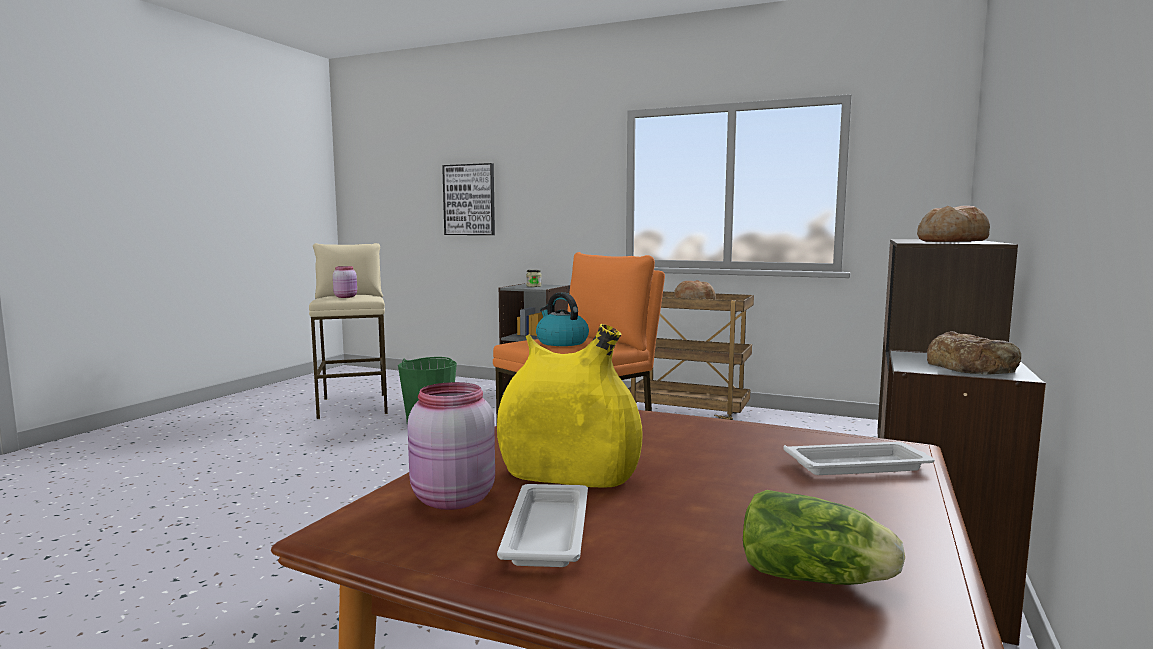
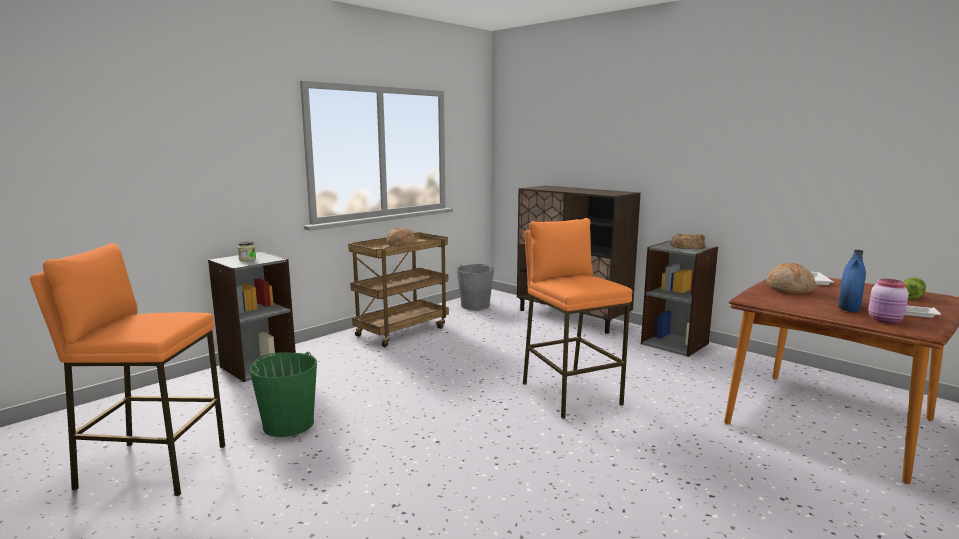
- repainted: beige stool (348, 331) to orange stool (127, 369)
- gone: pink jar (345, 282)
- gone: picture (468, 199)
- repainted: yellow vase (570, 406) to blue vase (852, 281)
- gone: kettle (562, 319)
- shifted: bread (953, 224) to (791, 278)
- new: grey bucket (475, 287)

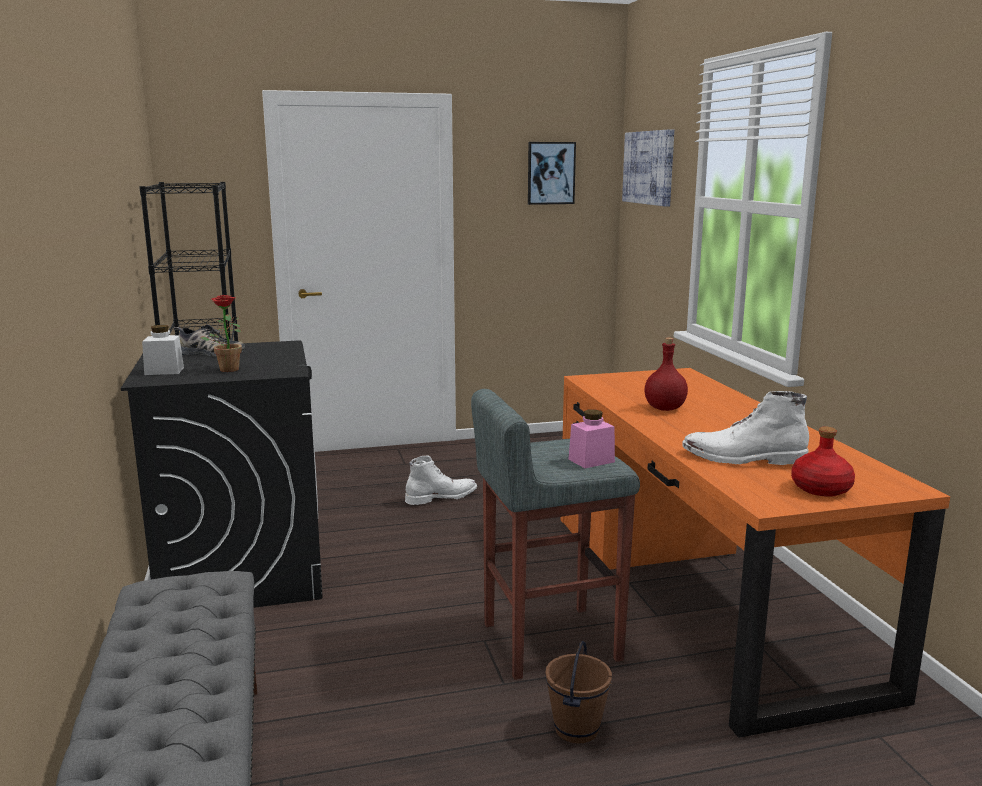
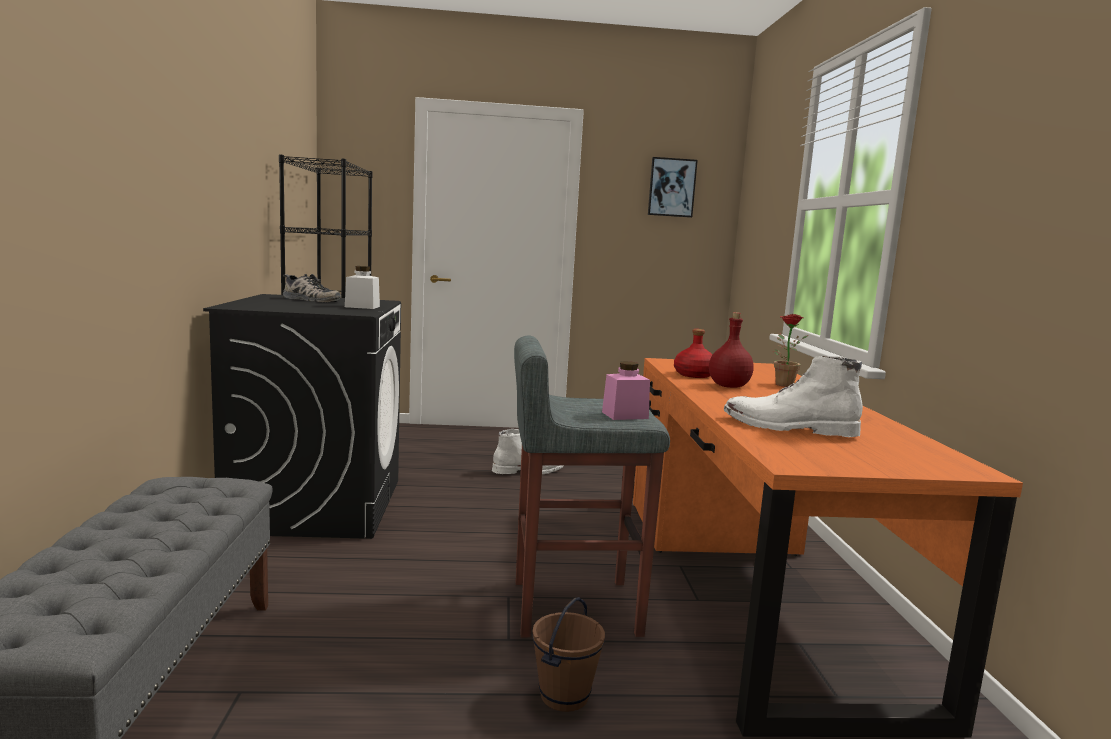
- shifted: white jar (163, 350) to (362, 287)
- shifted: potted plant (221, 333) to (790, 350)
- gone: picture (648, 167)
- shifted: red bottle (823, 462) to (693, 353)

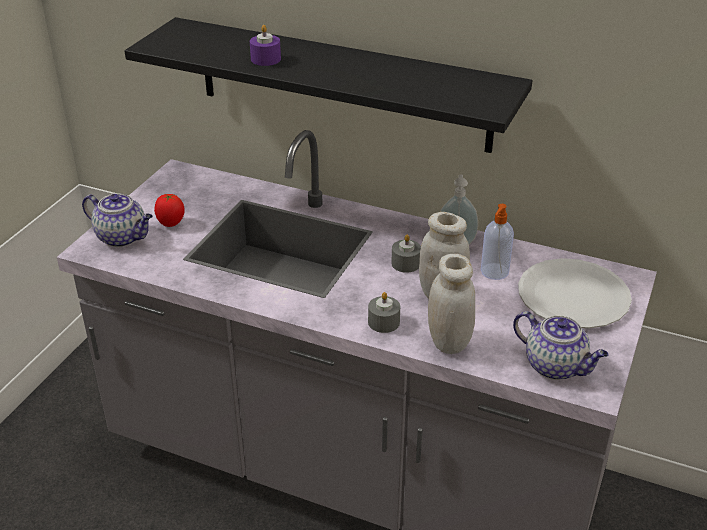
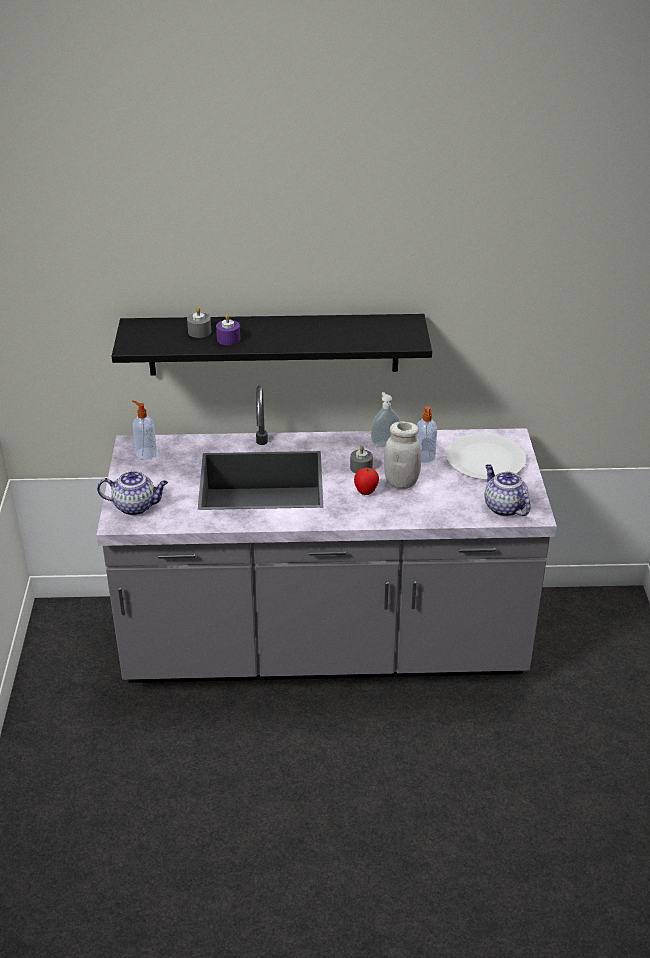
- shifted: tomato (169, 210) to (366, 481)
- shifted: grey candle (384, 312) to (199, 322)
- gone: white jar (451, 304)
- rotated: teapot (561, 345) = (507, 490) 135 degrees counterclockwise
- new: soap dispenser (144, 429)

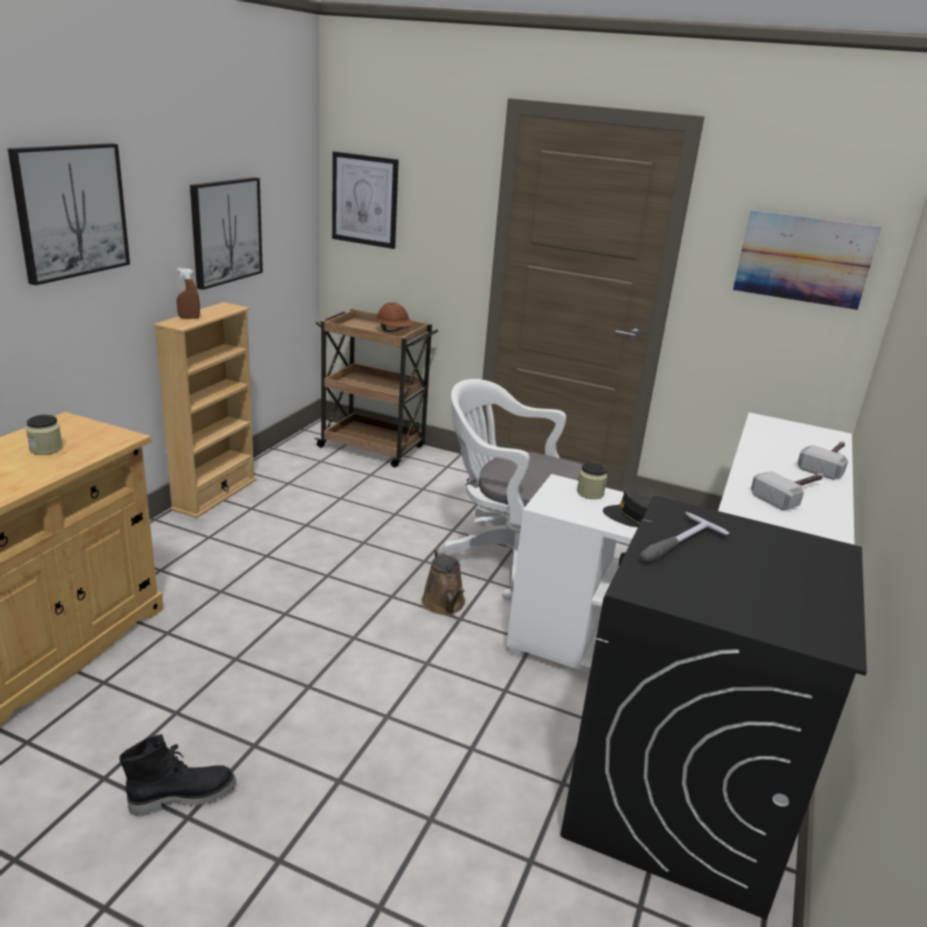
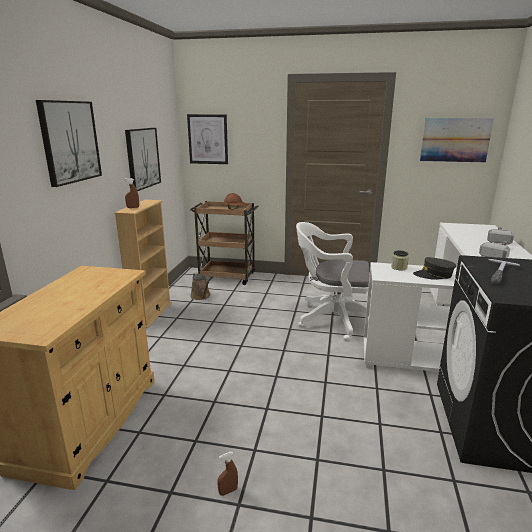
- gone: jar (44, 435)
- swapped: black boot (178, 775) to brown spray bottle (227, 474)
- shifted: brown watering can (443, 581) to (200, 286)

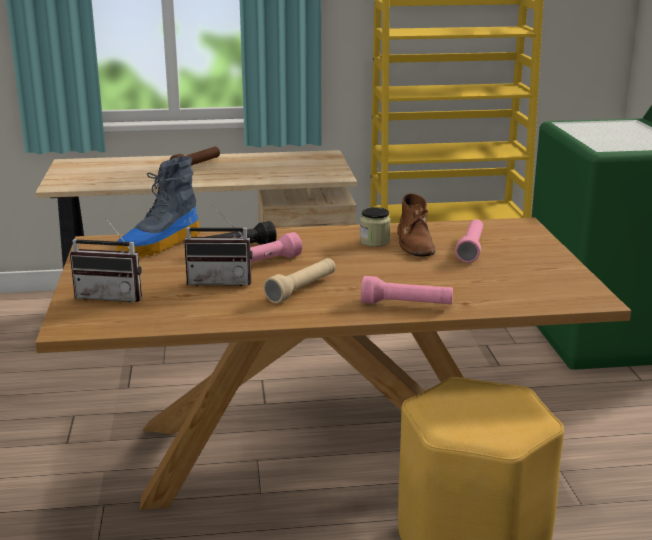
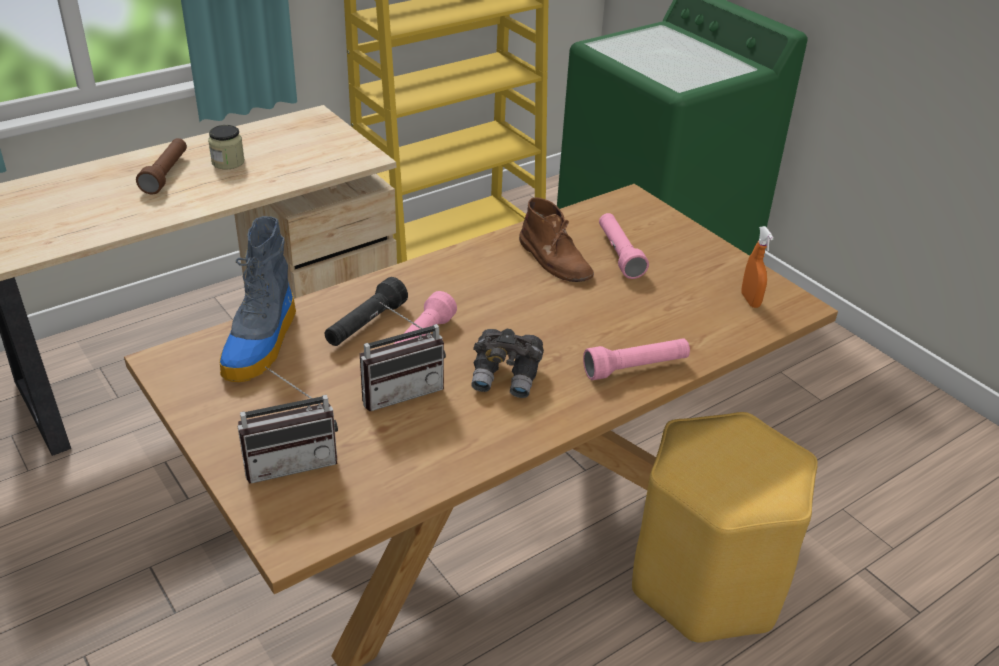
- swapped: beige flashlight (300, 281) to grey binoculars (507, 363)
- shifted: jar (375, 227) to (226, 147)
- new: orange spray bottle (757, 267)

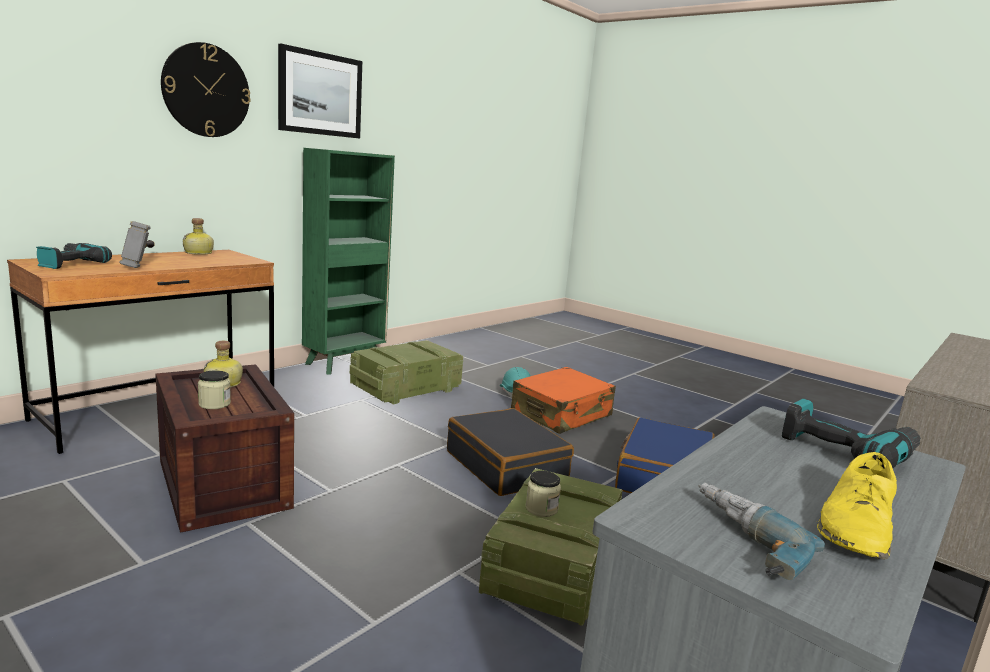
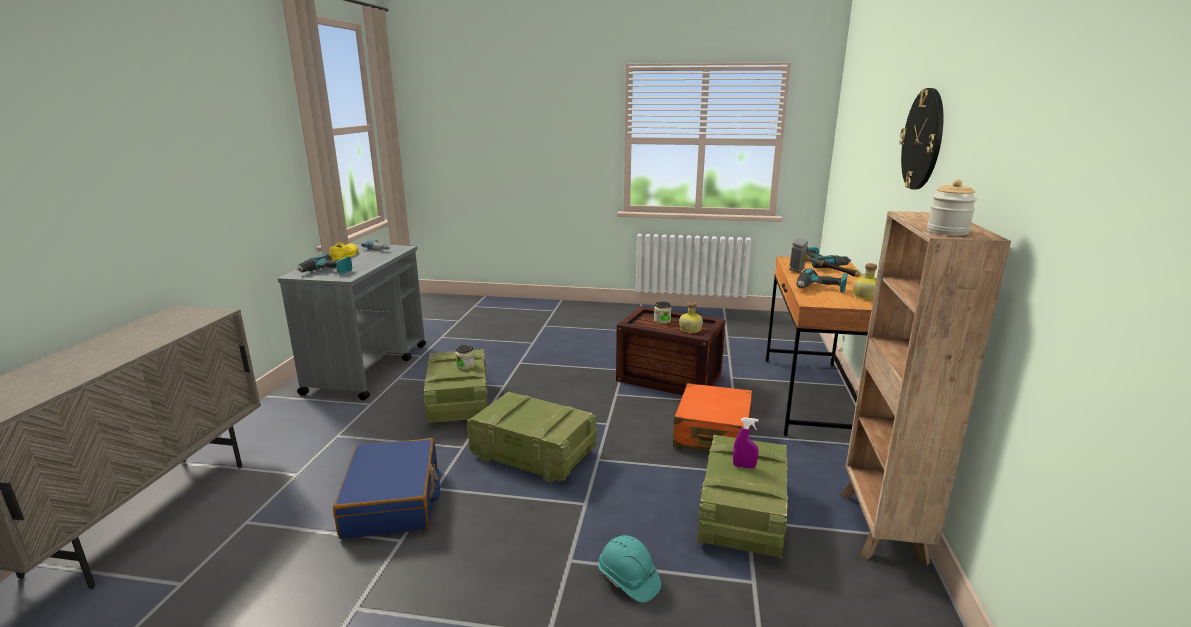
- gone: picture (320, 91)
- repainted: green bookcase (348, 261) to brown bookcase (925, 388)
- swapped: black suitcase (510, 452) to crate (532, 437)
- shifted: orange suitcase (563, 400) to (712, 417)
- new: purple spray bottle (746, 443)
- new: power drill (822, 280)
- new: jar (952, 207)

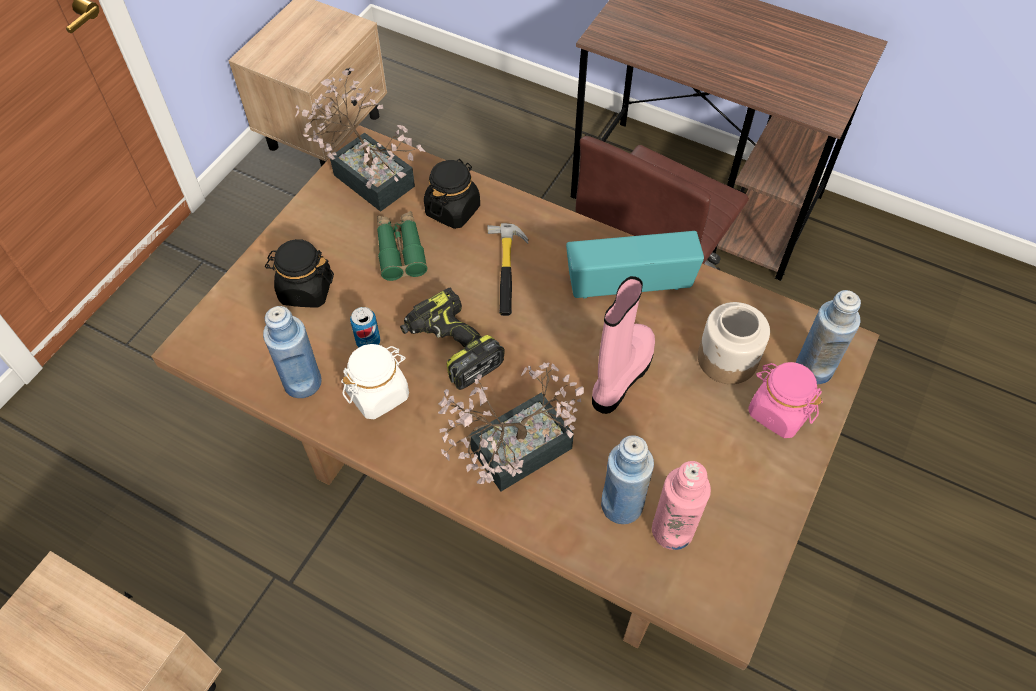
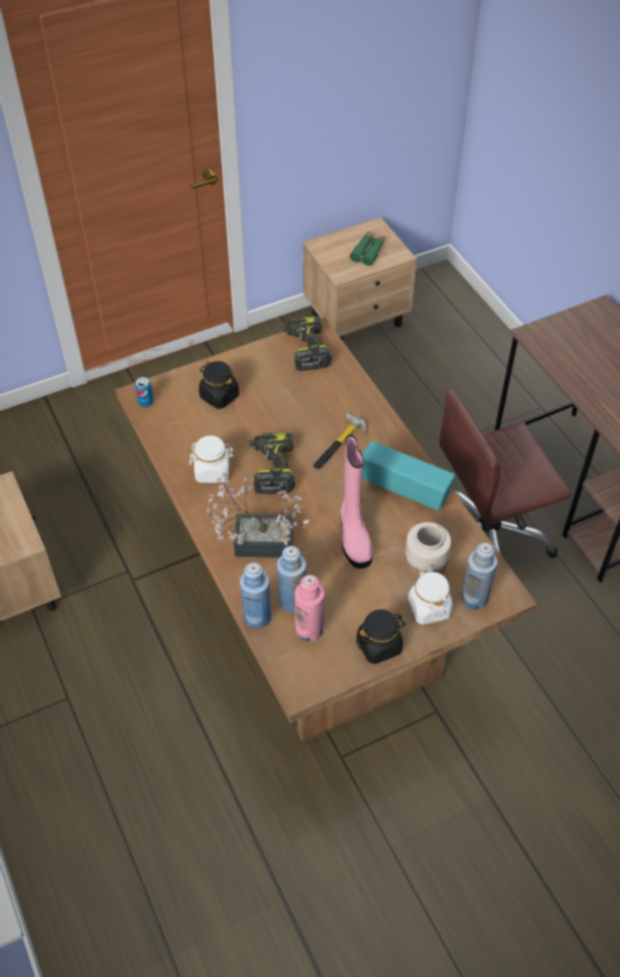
- shifted: blue bottle (292, 352) to (255, 595)
- swapped: potted plant (360, 140) to power drill (306, 343)
- shifted: can (365, 327) to (144, 392)
- shifted: green binoculars (402, 246) to (367, 248)
- shifted: black jar (452, 194) to (381, 636)
- rotated: pink boot (623, 345) = (356, 502) 105 degrees clockwise
- repainted: pink jar (785, 400) to white jar (430, 597)

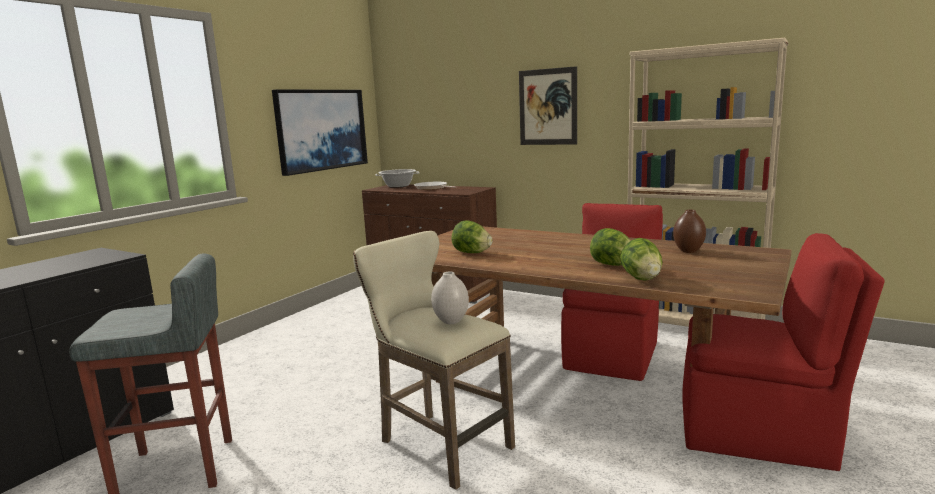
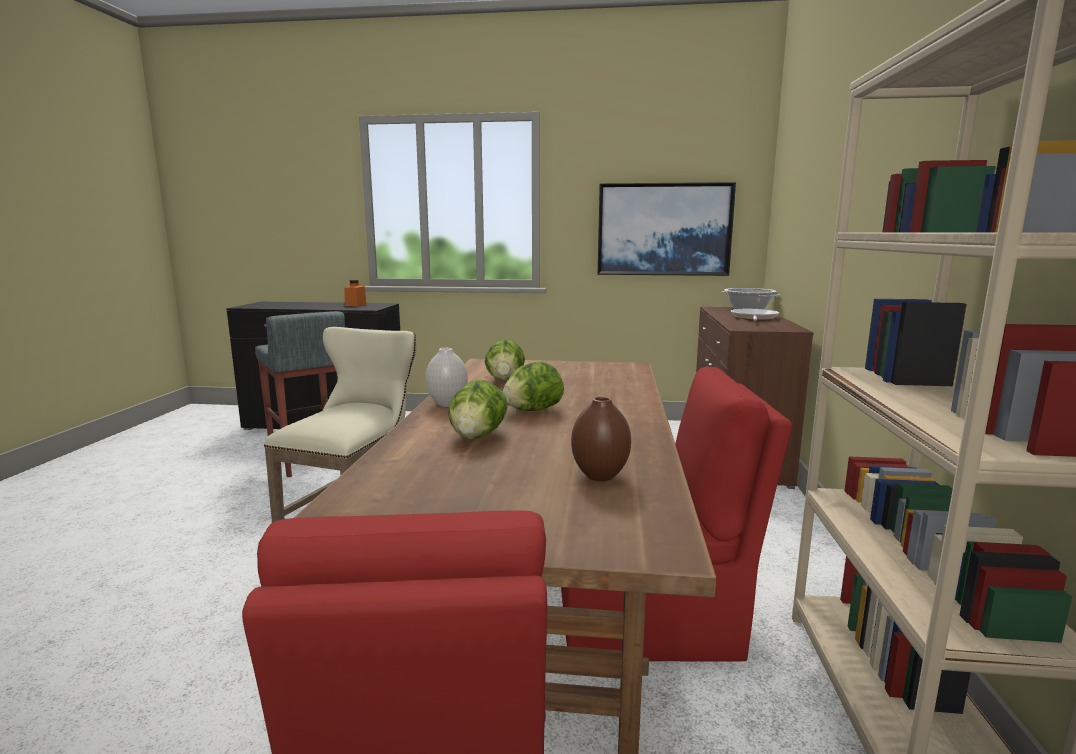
- shifted: white vase (450, 298) to (446, 377)
- gone: picture (548, 105)
- shifted: lettuce (641, 259) to (533, 386)
- new: orange jar (355, 293)

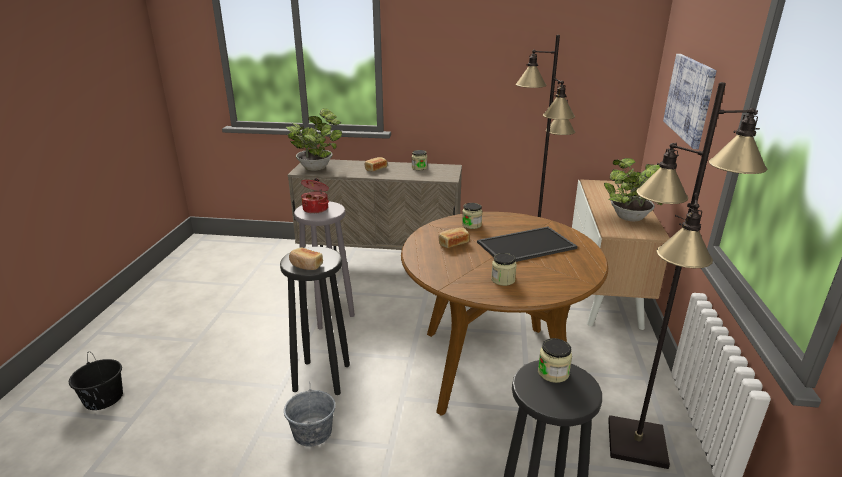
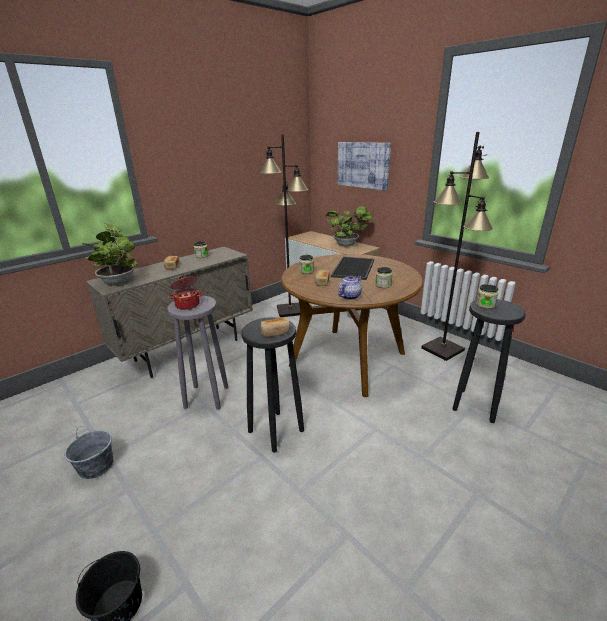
- shifted: grey bucket (309, 418) to (88, 452)
- new: teapot (350, 287)

